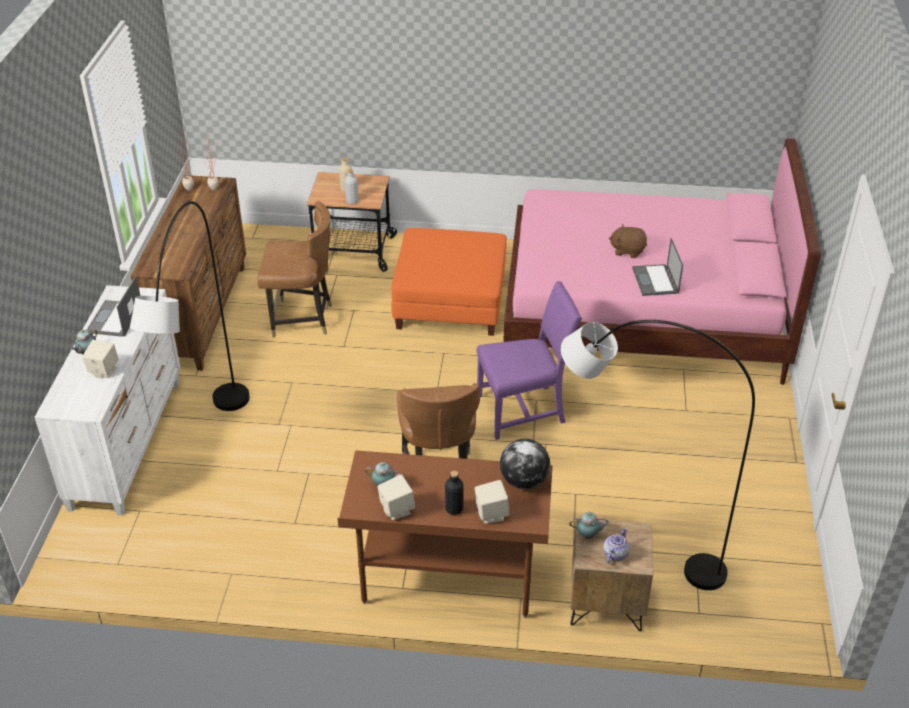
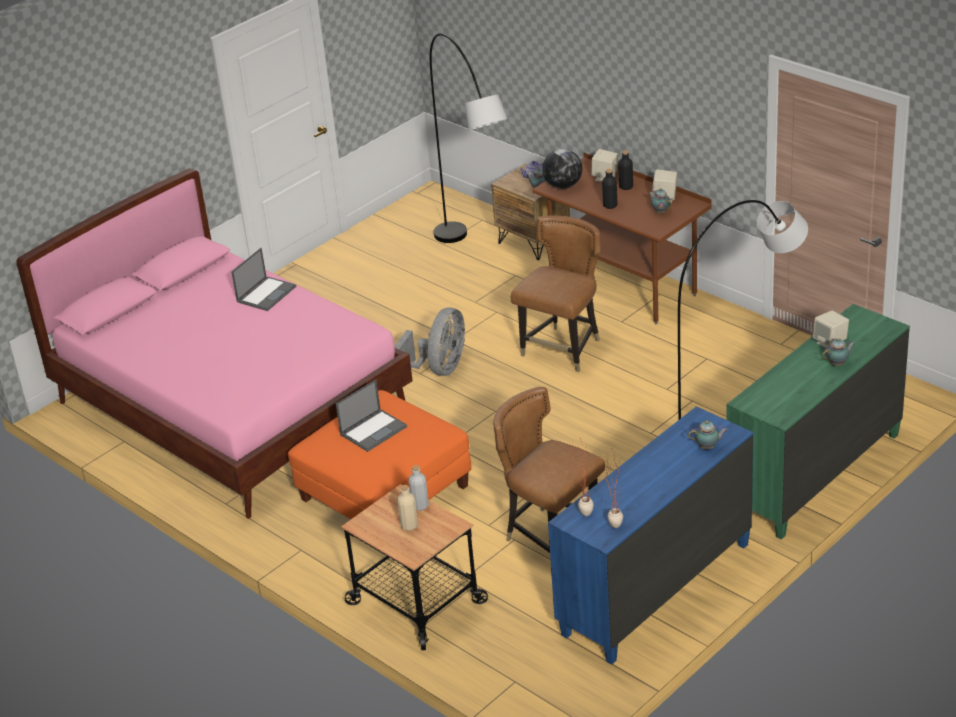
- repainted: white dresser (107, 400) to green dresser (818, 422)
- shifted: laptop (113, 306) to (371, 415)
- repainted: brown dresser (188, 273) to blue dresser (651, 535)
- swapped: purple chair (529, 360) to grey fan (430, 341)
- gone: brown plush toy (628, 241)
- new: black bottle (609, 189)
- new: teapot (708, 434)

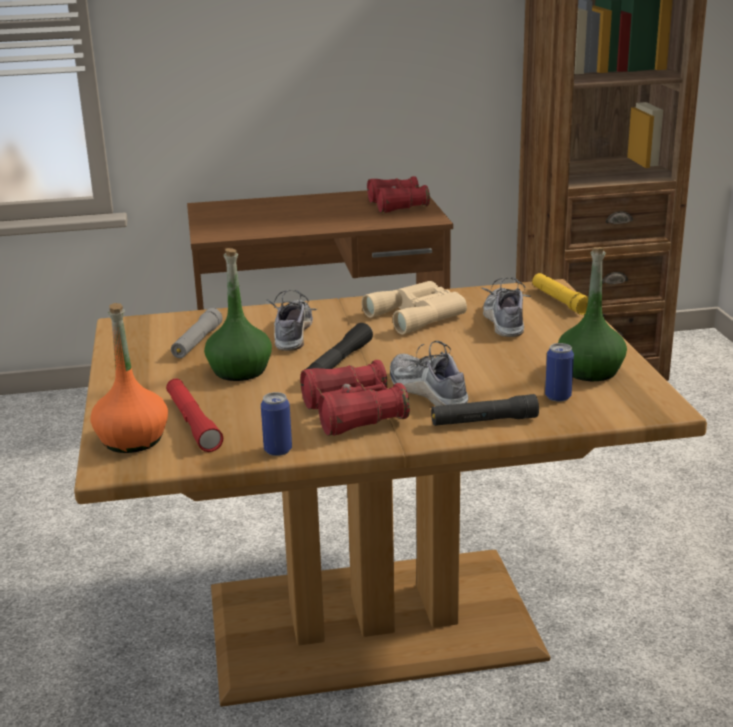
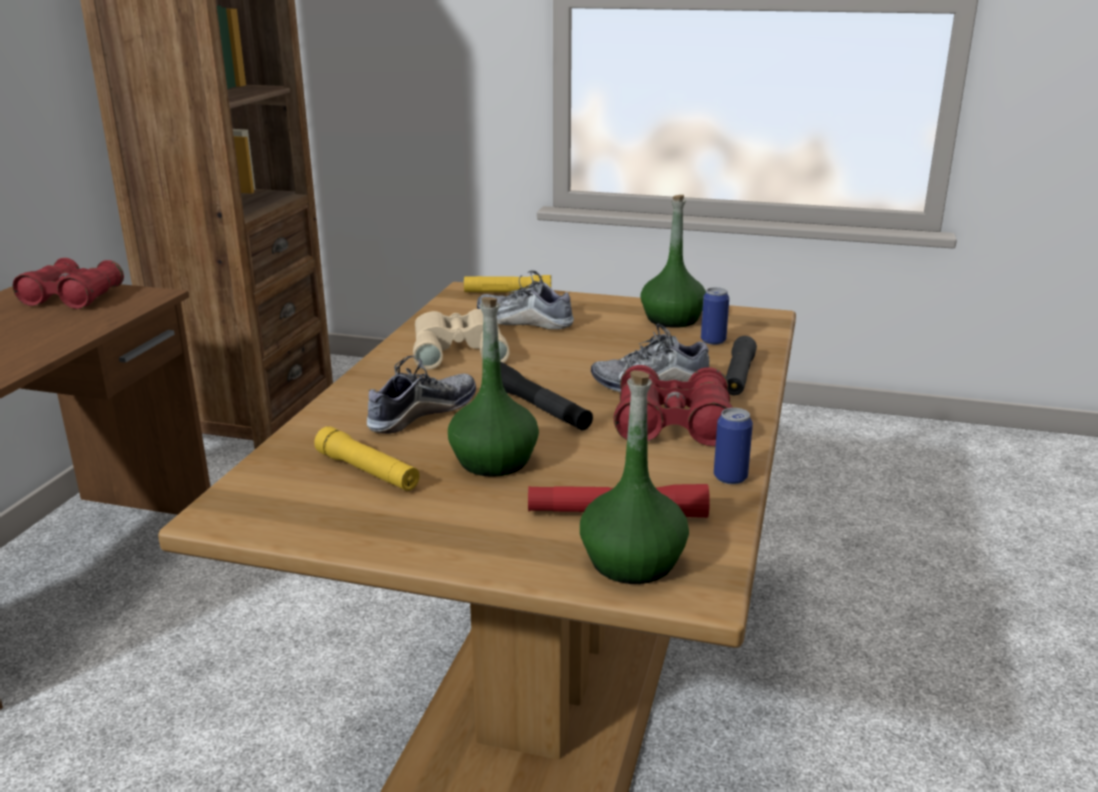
- repainted: orange bottle (129, 378) to green bottle (634, 477)
- repainted: grey flashlight (197, 333) to yellow flashlight (367, 458)
- rotated: shoe (292, 320) = (421, 395) 105 degrees clockwise

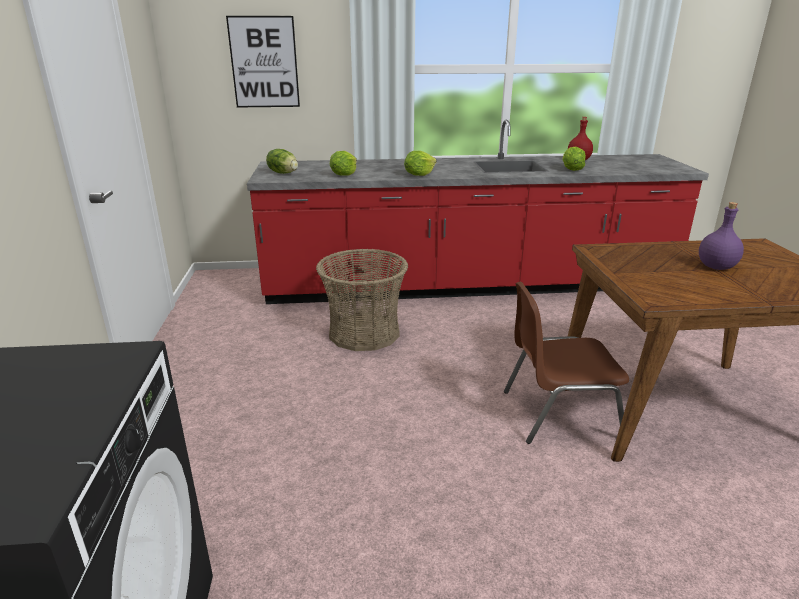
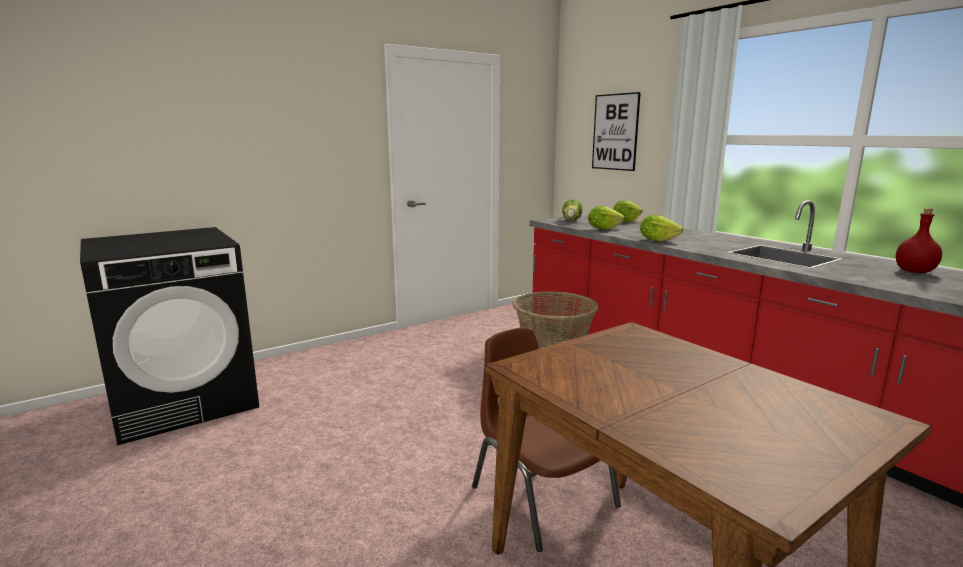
- shifted: lettuce (574, 159) to (628, 211)
- gone: purple bottle (721, 236)

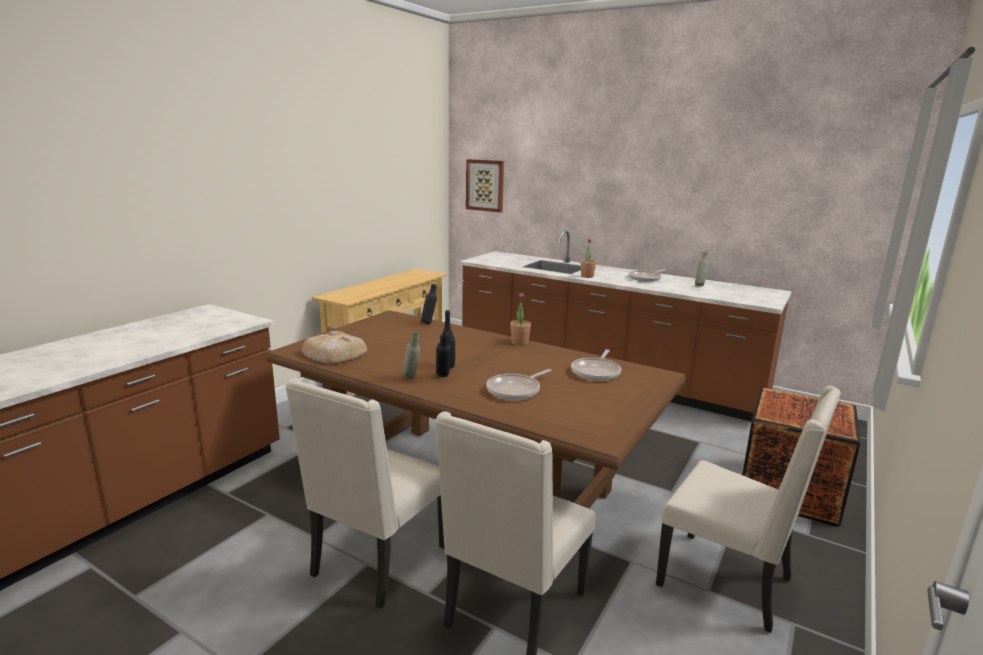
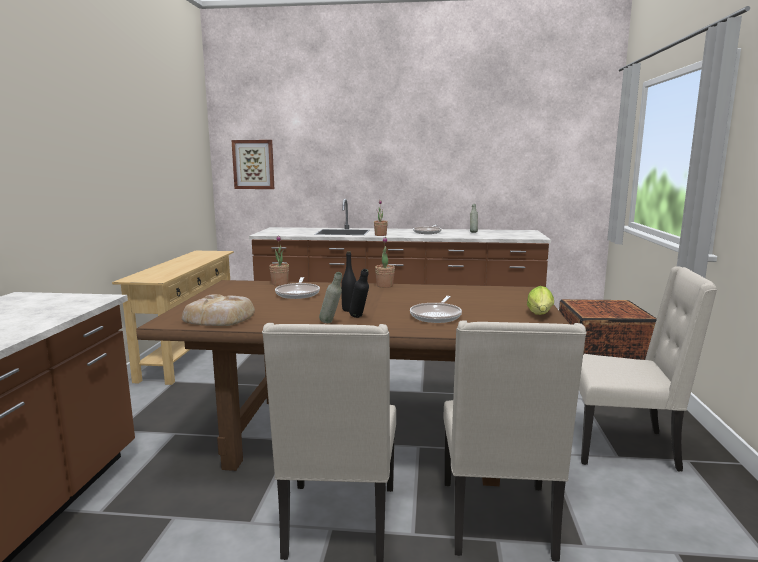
- swapped: black bottle (429, 304) to potted plant (279, 261)
- shifted: frying pan (596, 365) to (297, 288)
- new: lettuce (540, 300)

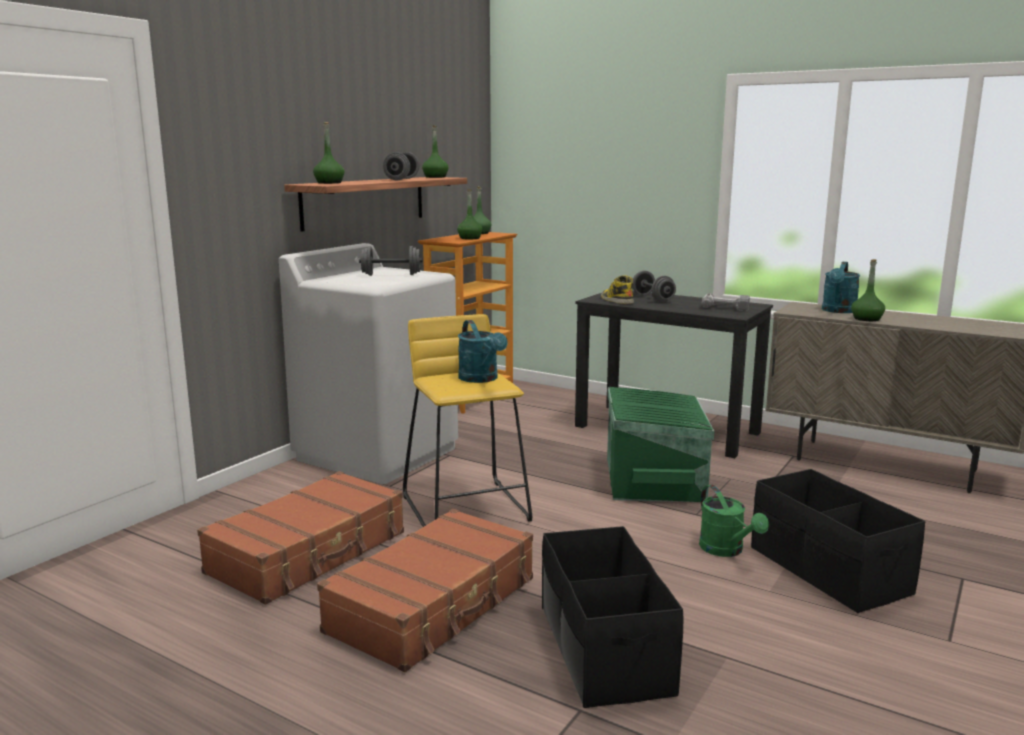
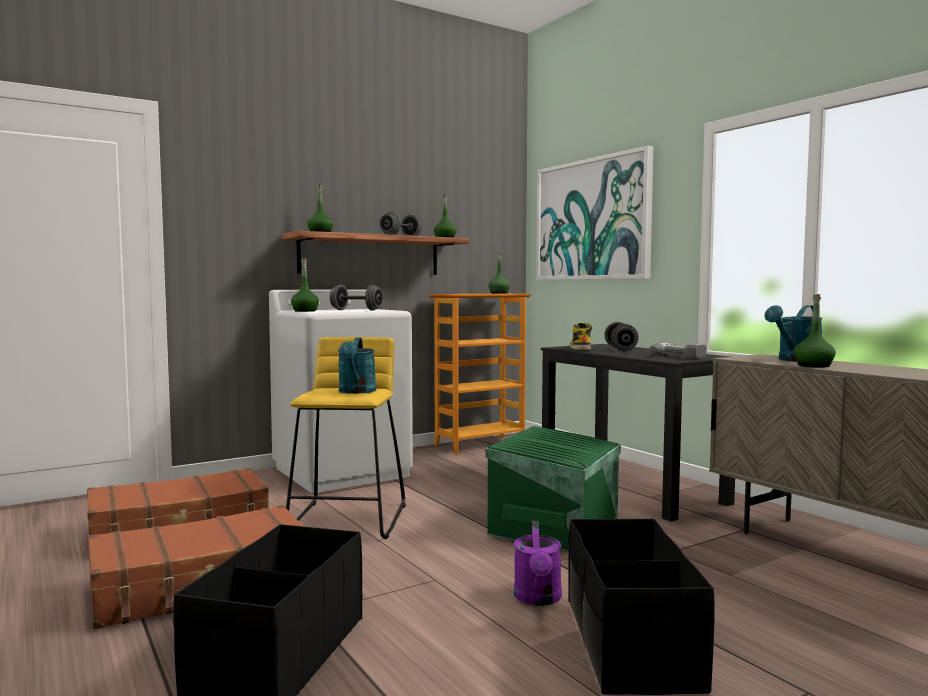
- shifted: green bottle (470, 214) to (305, 285)
- repainted: green watering can (734, 521) to purple watering can (538, 563)
- new: picture (594, 212)

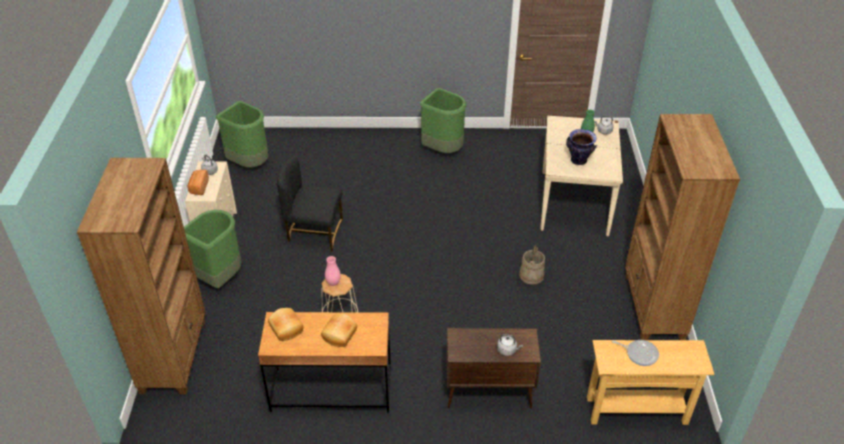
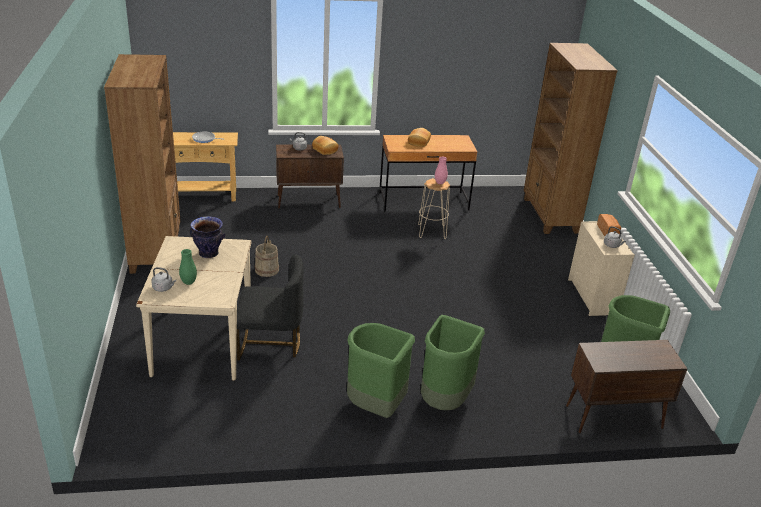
- shifted: green trash can (213, 249) to (453, 362)
- shifted: bread (286, 324) to (325, 145)
- shifted: black chair (310, 204) to (270, 308)
- new: brown cabinet (626, 386)

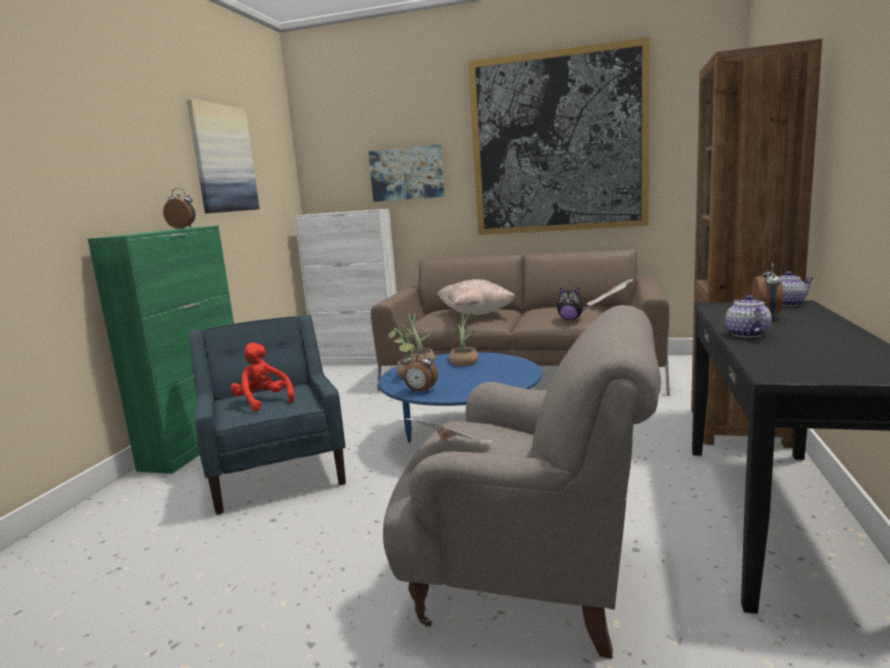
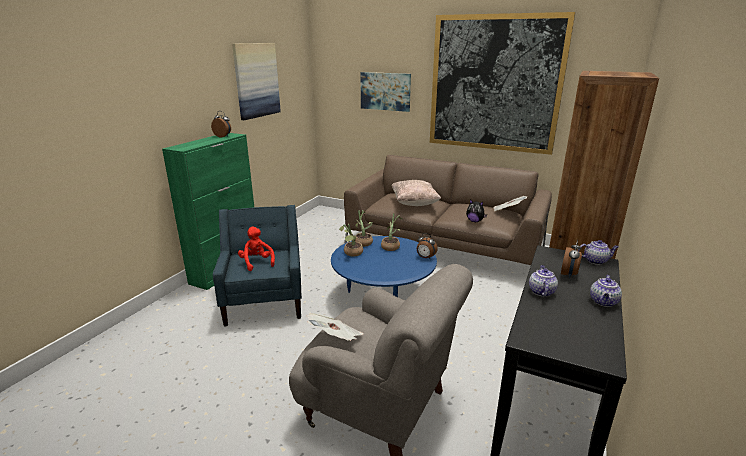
- gone: white cabinet (345, 286)
- shifted: alarm clock (420, 370) to (427, 245)
- new: teapot (606, 291)

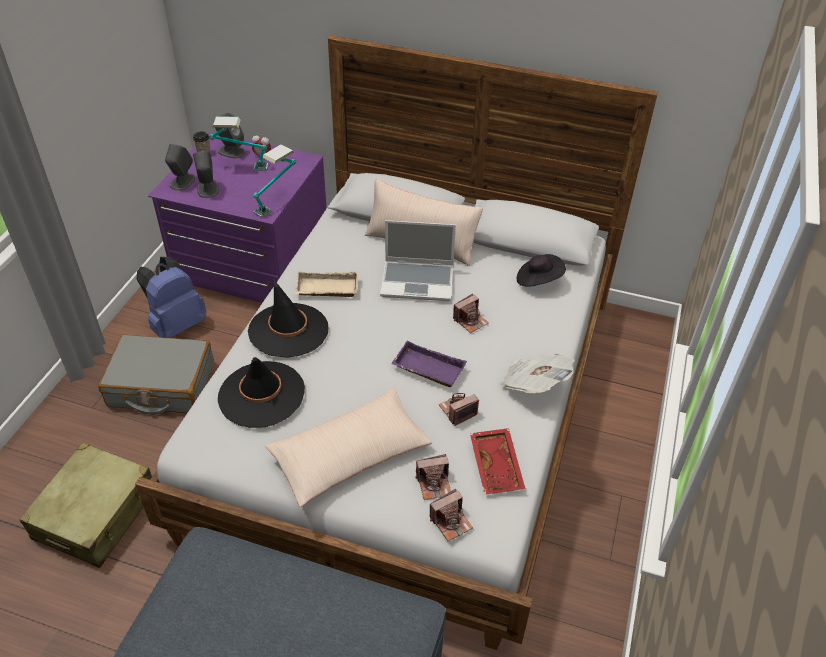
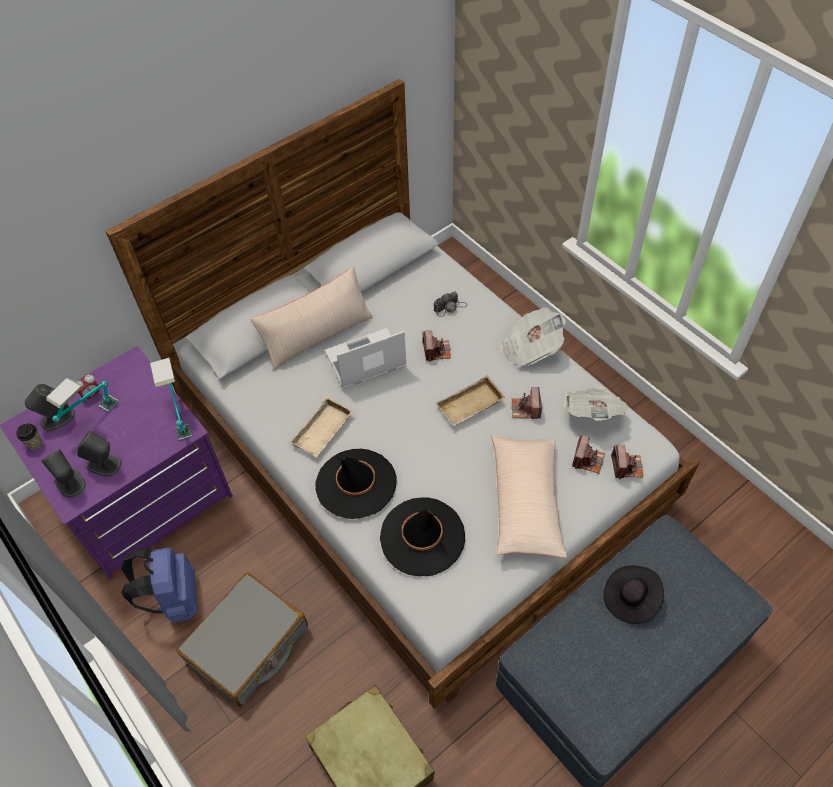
- rotated: laptop (418, 260) = (366, 358) 150 degrees counterclockwise
- repainted: purple tray (429, 364) to beige tray (471, 400)
- swapped: red tray (497, 461) to newspaper (596, 403)
- shifted: black hat (541, 270) to (633, 595)
- new: photo camera (451, 304)

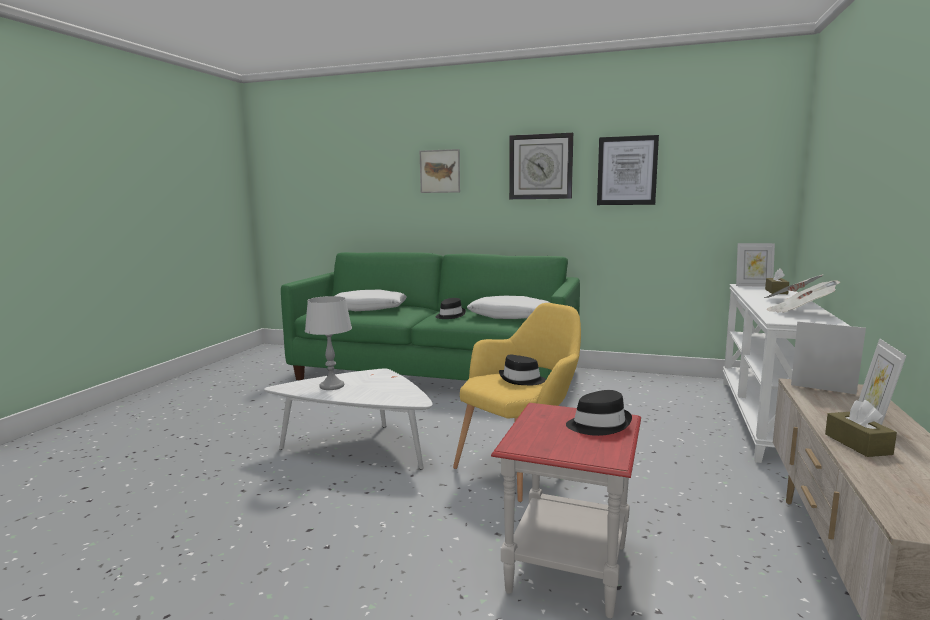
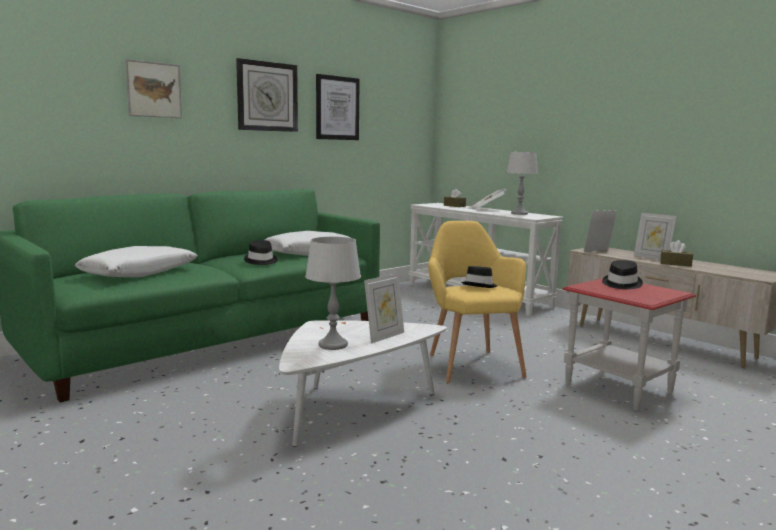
- shifted: picture frame (755, 265) to (384, 308)
- swapped: newspaper (803, 296) to grey table lamp (522, 183)

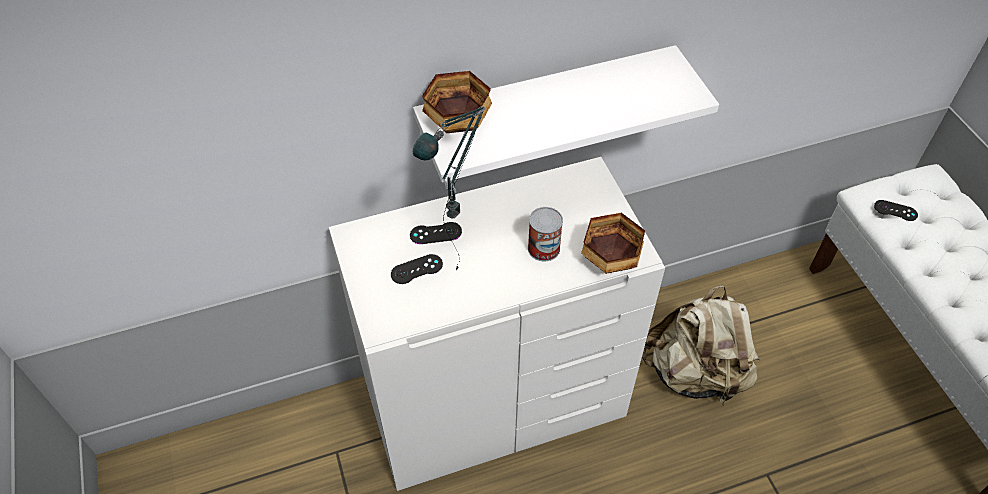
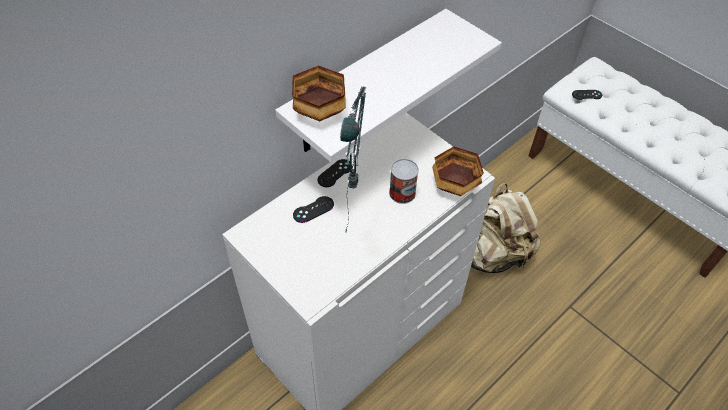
- shifted: black game controller (417, 269) to (333, 173)

